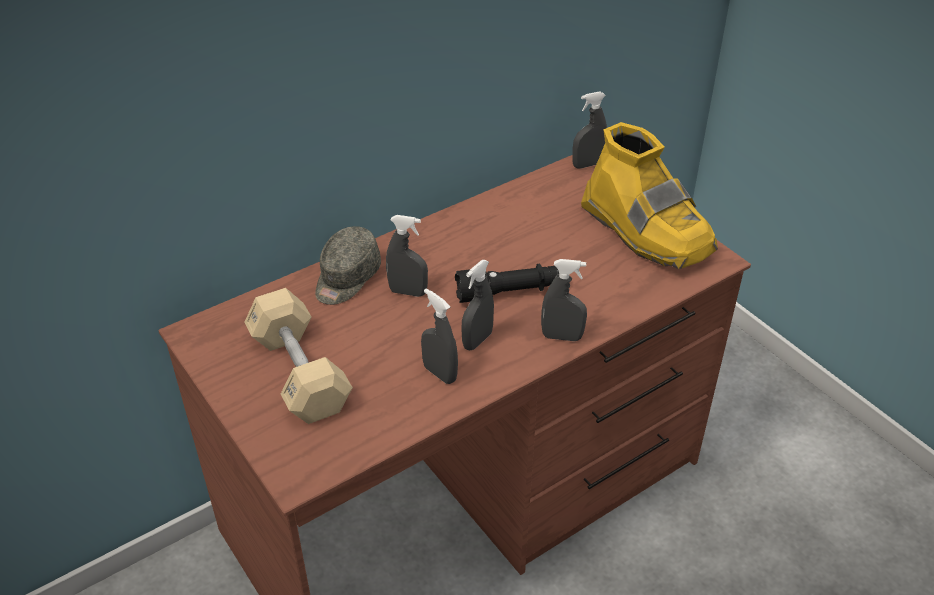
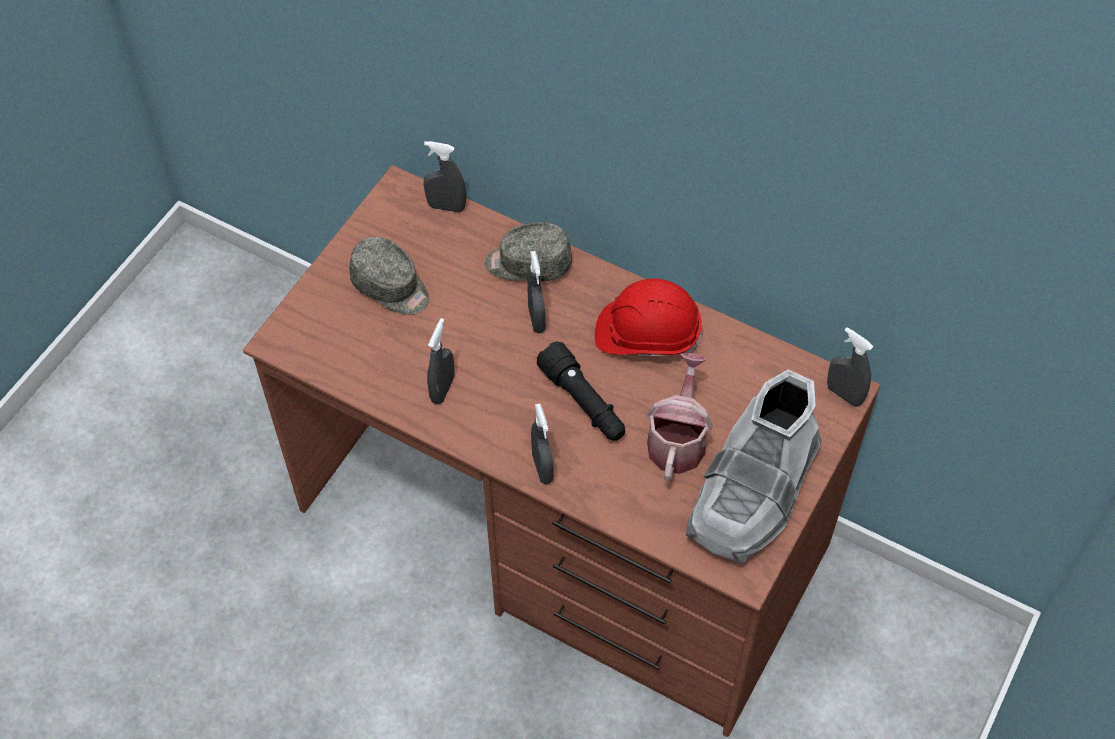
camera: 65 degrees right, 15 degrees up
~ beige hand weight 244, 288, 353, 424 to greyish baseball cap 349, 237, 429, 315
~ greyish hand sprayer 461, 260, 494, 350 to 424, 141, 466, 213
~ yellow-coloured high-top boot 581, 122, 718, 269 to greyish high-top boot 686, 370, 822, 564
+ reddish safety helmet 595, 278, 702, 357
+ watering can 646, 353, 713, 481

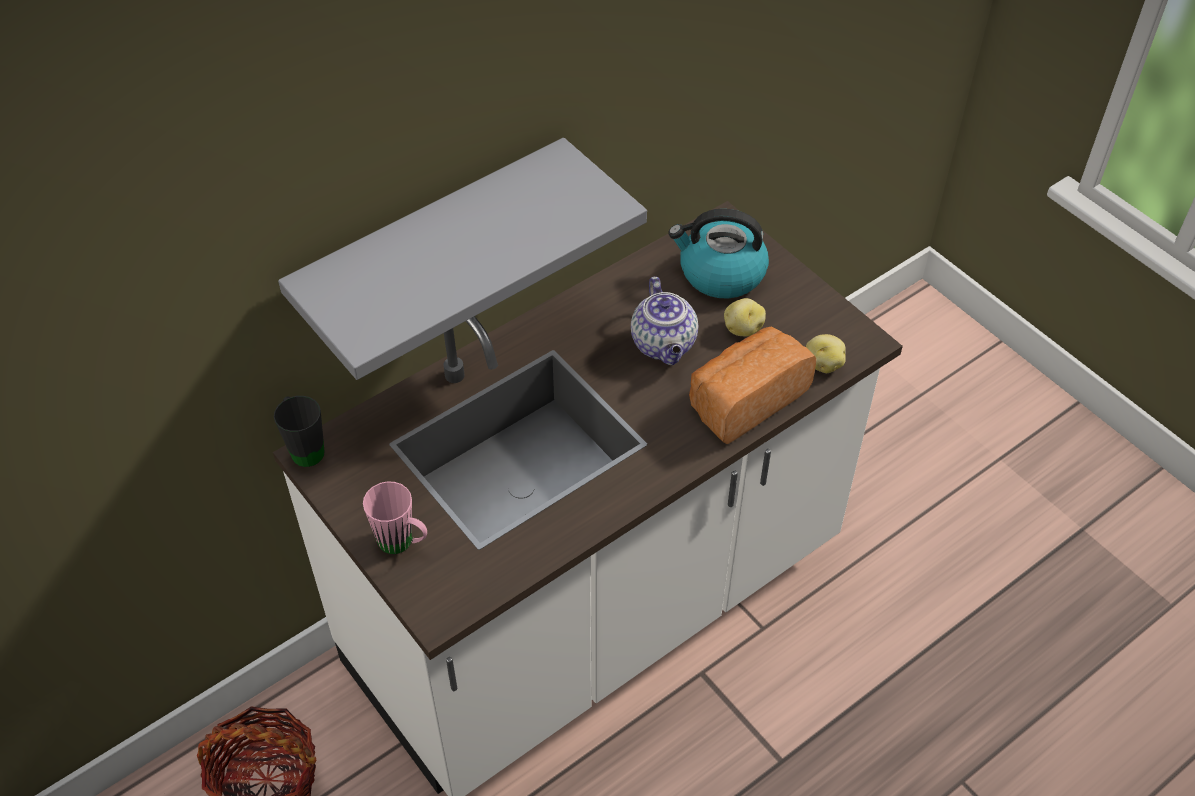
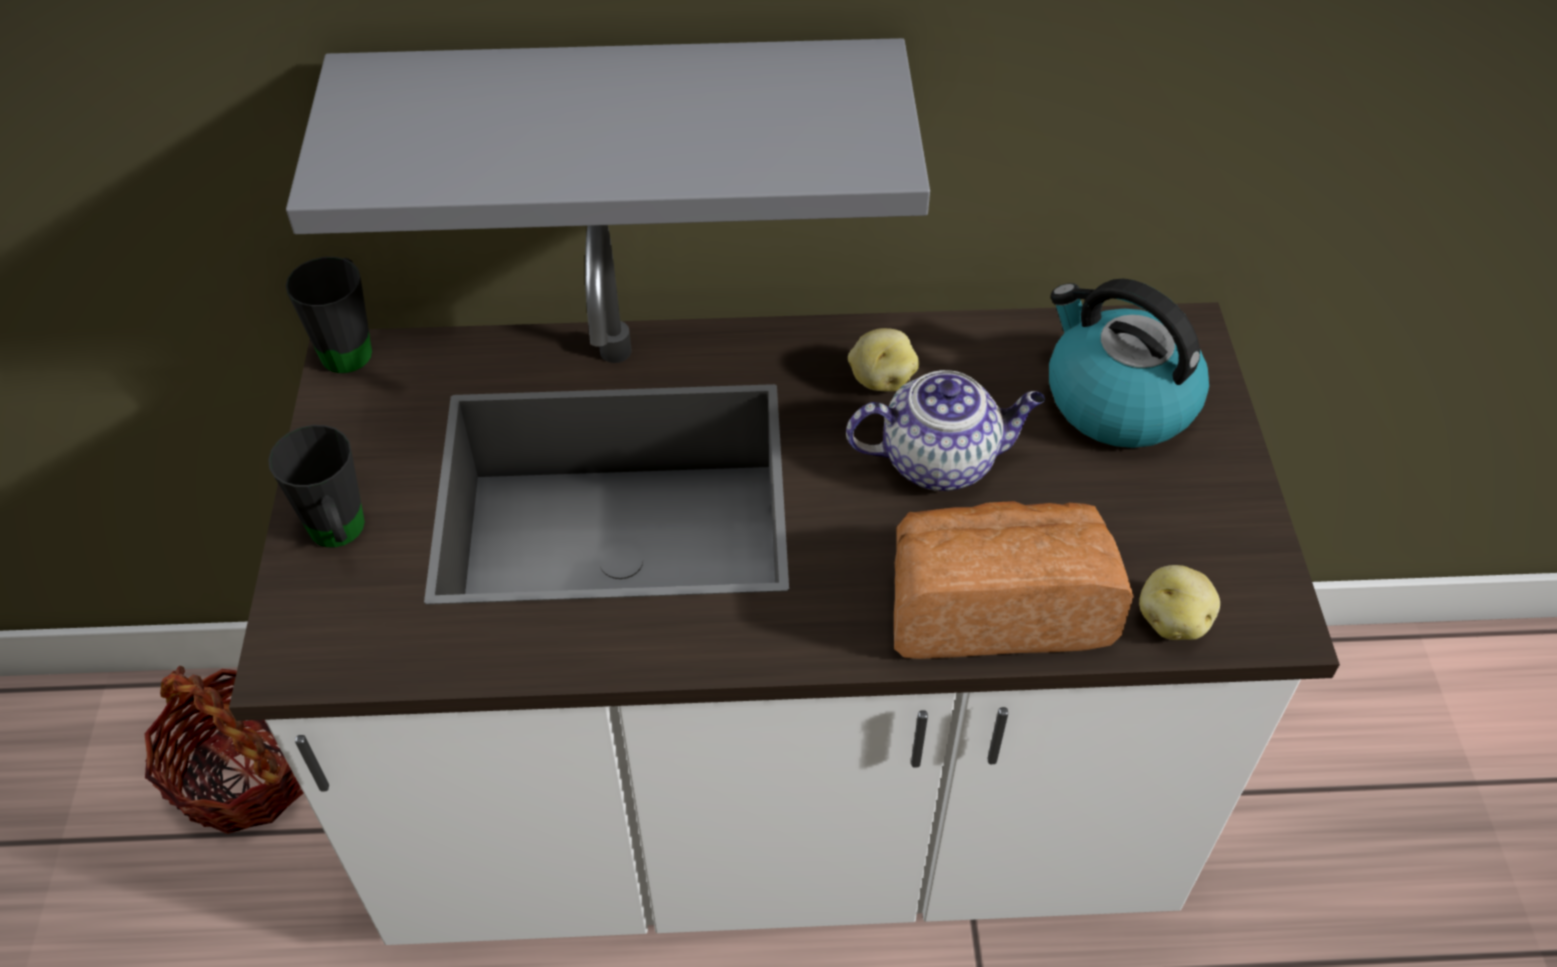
camera: 35 degrees right, 0 degrees up
~ pink coffee mug 363, 482, 427, 554 to black-coloured coffee mug 268, 425, 365, 547
~ pot for tea 631, 277, 698, 365 = 846, 370, 1045, 491 120 degrees counterclockwise
~ potato 724, 298, 766, 336 to 848, 328, 919, 392

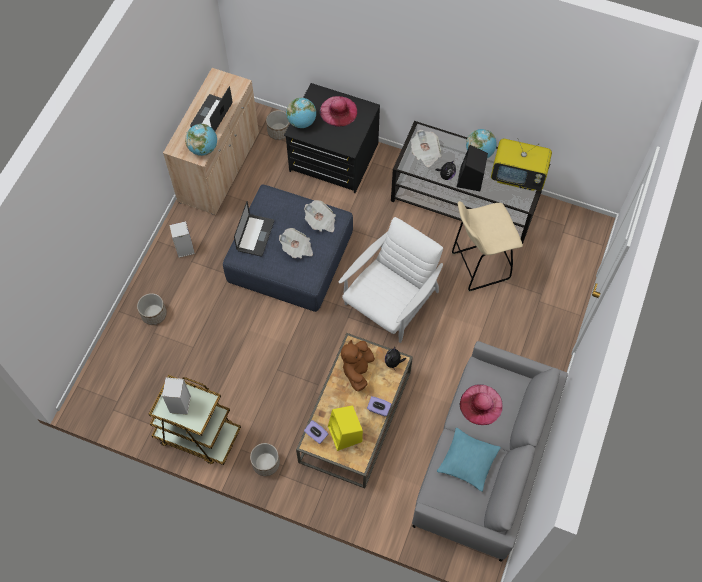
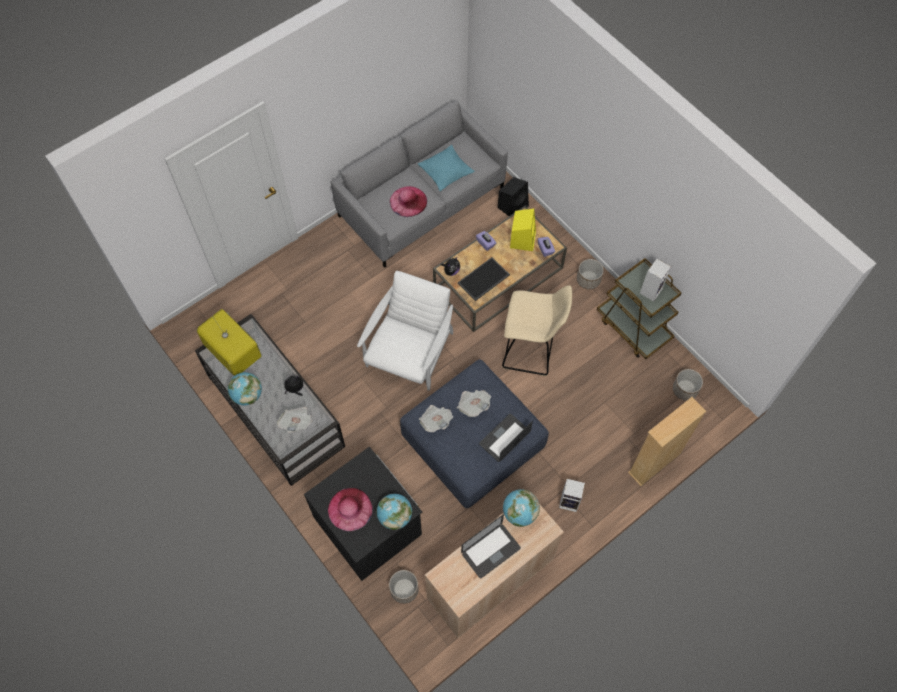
camera: 150 degrees left, 0 degrees up
~ planter 137, 293, 167, 325 to 673, 369, 703, 401
~ white easy chair 339, 217, 443, 343 = 357, 271, 453, 391 135 degrees clockwise
~ brown-coloured cuddly toy 341, 340, 375, 392 to tray 458, 257, 510, 301
~ beige stool seat 452, 201, 523, 292 to 502, 285, 572, 376
~ black-coloured audio speaker 457, 145, 488, 191 to 498, 177, 529, 216
+ beige shelving unit 628, 397, 706, 486

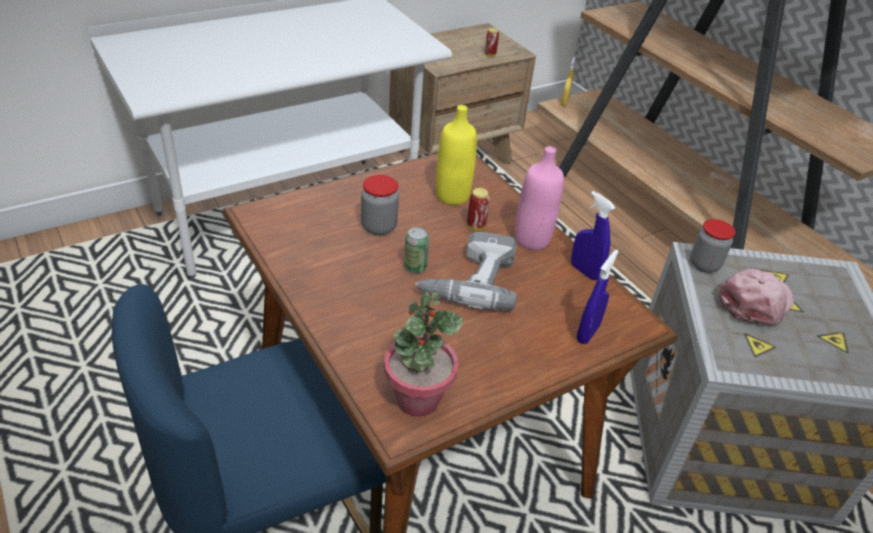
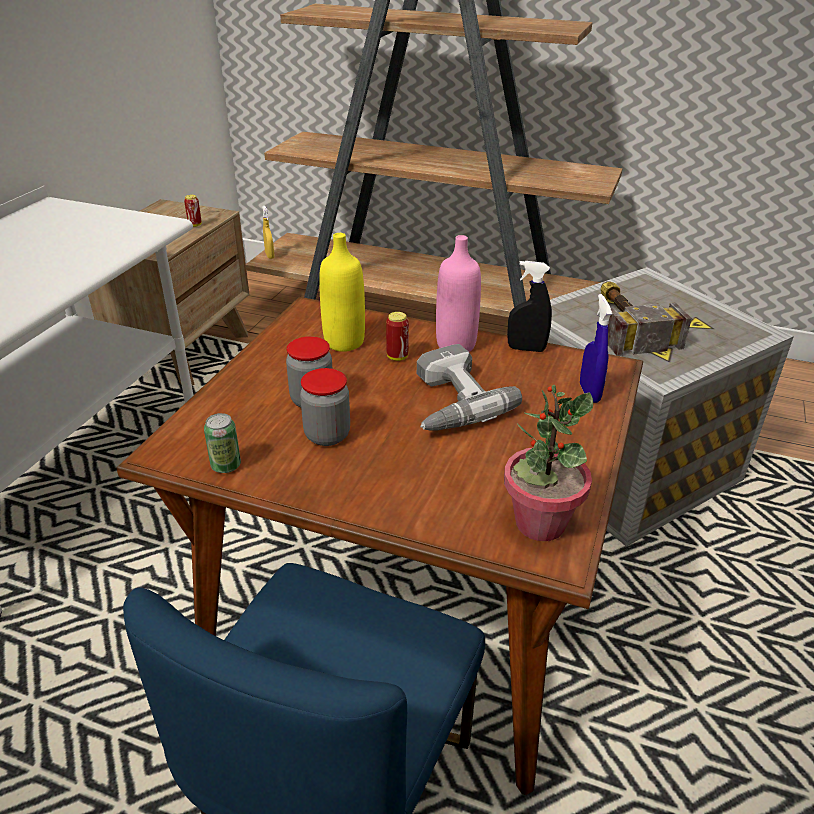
camera: 35 degrees left, 5 degrees down
~ can 404, 227, 429, 273 to 204, 413, 241, 473
~ bluish hand sprayer 571, 191, 615, 281 to black-coloured hand sprayer 507, 261, 552, 352
~ preserve jar 690, 219, 735, 273 to 300, 368, 350, 446
~ pink baseball cap 718, 269, 794, 326 to tool hammer 601, 281, 692, 356

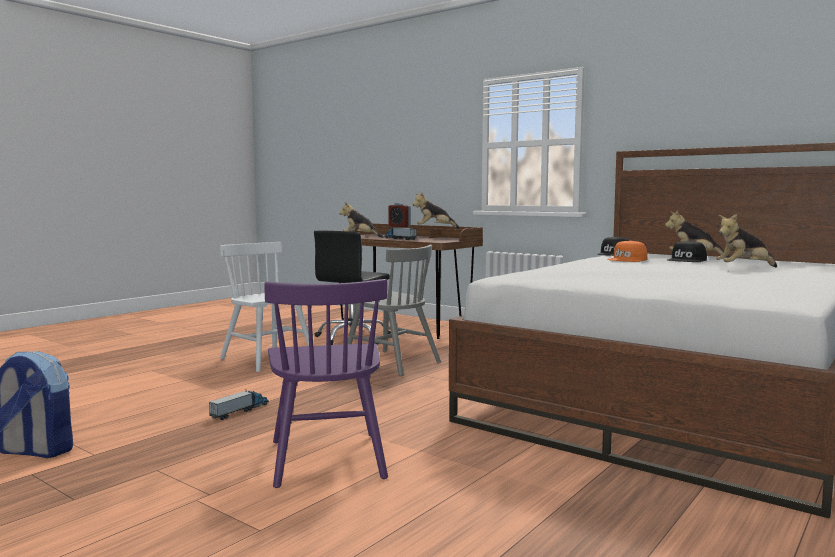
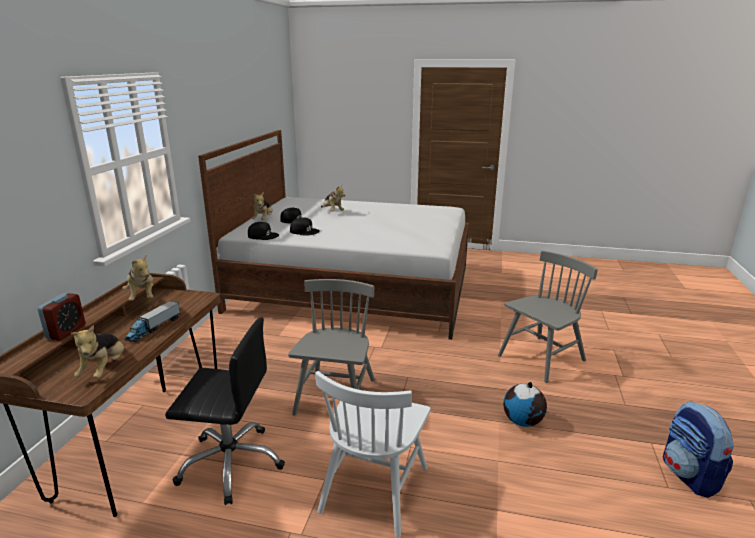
camera: 115 degrees left, 15 degrees up
~ toy truck 209, 389, 269, 420 to world globe 503, 382, 547, 427
~ purplish upright chair 264, 279, 388, 488 to greyish upright chair 498, 251, 598, 383
~ orange-coloured baseball cap 607, 240, 648, 262 to black-coloured baseball cap 290, 217, 320, 236

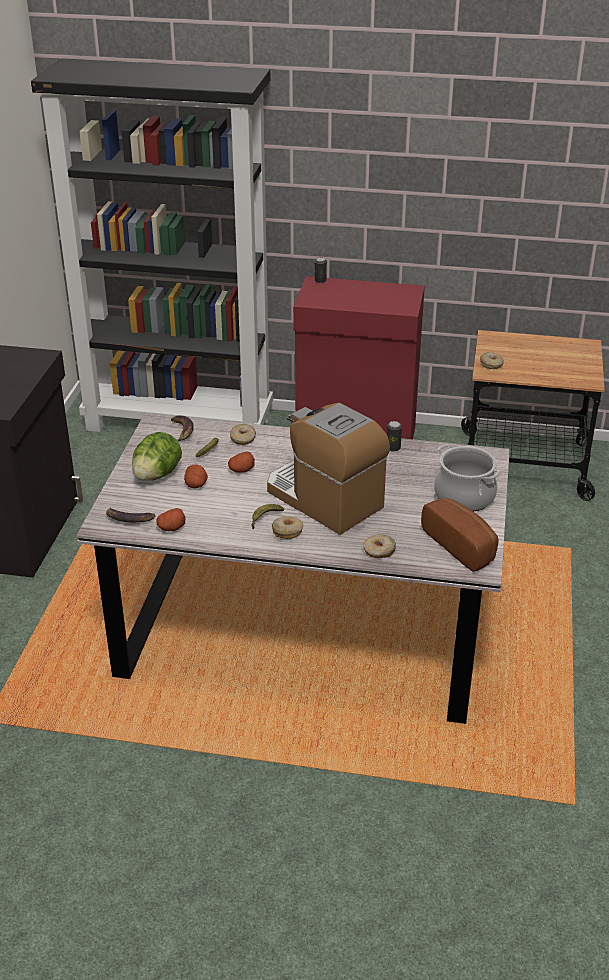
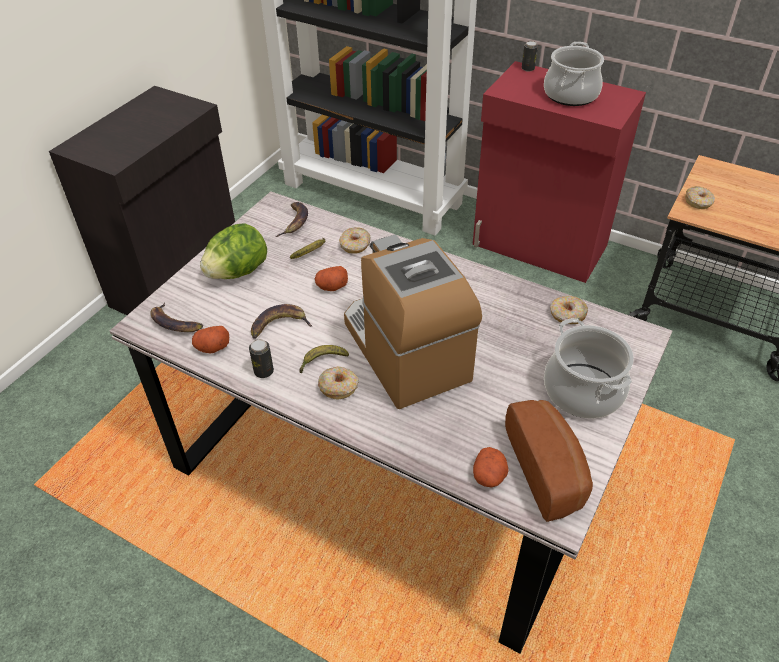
camera: 20 degrees right, 10 degrees up
~ potato 184, 465, 208, 488 to 473, 447, 509, 487
~ ring doughnut 363, 534, 396, 558 to 550, 296, 588, 324
~ can 387, 421, 402, 452 to 249, 339, 274, 378
+ banana 251, 304, 312, 339
+ cooking pot 544, 42, 604, 106

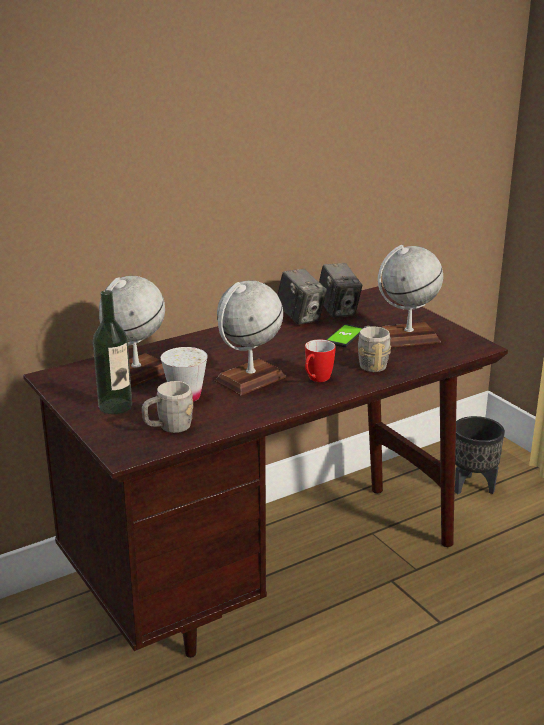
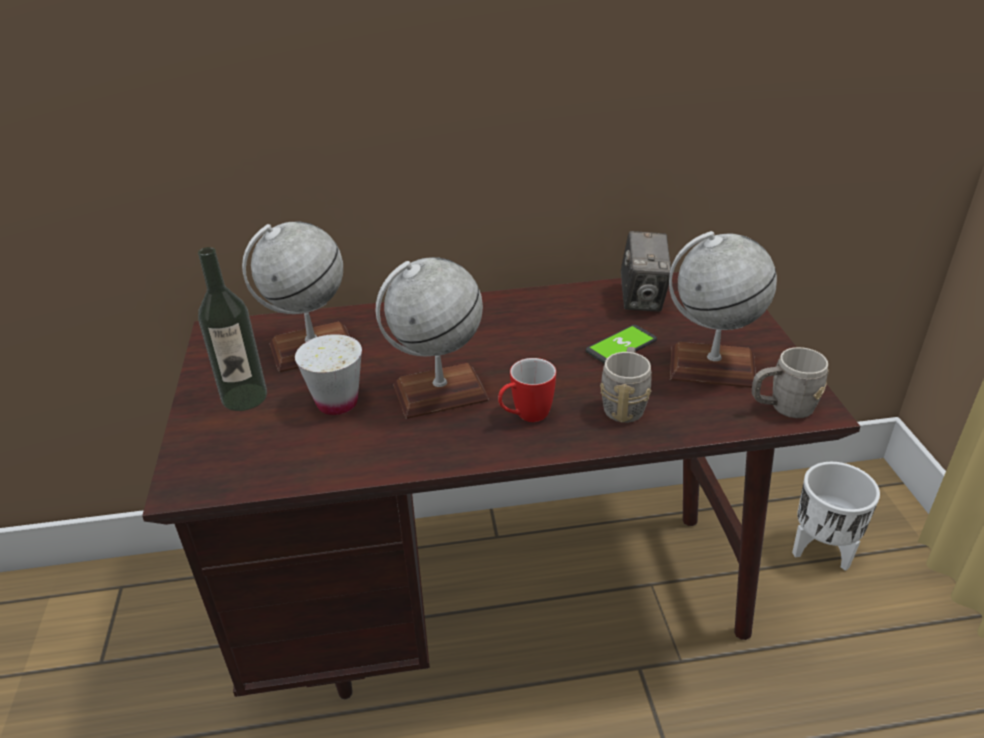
camera: 25 degrees right, 10 degrees up
~ greyish coffee mug 142, 381, 193, 433 to 752, 347, 829, 418
- photo camera 278, 269, 327, 324
~ black-coloured planter 455, 416, 505, 494 to white planter 792, 462, 880, 571

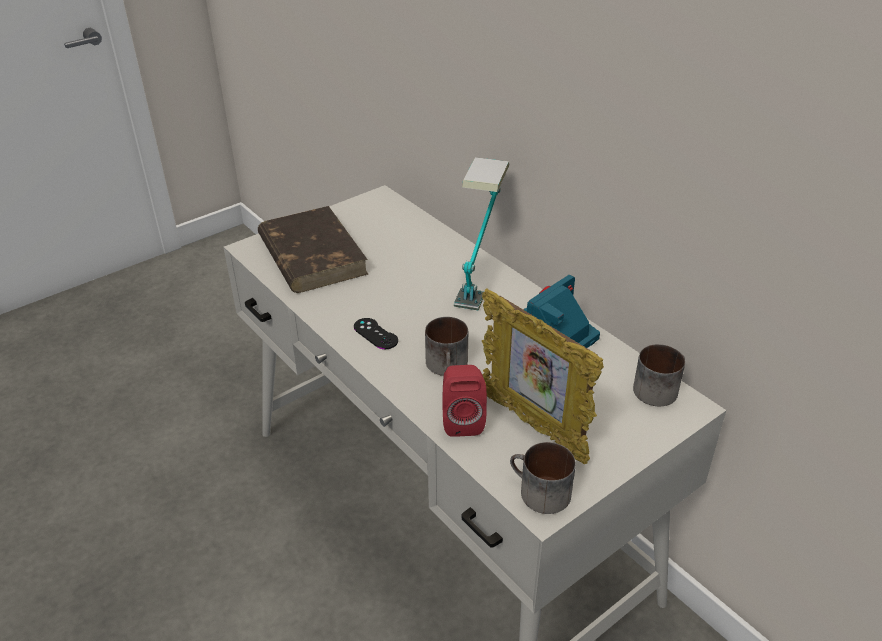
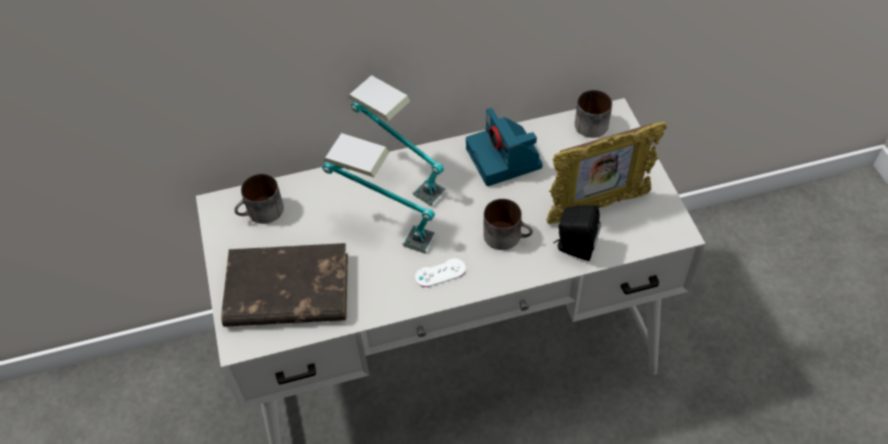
camera: 65 degrees left, 15 degrees up
~ black-coloured game controller 354, 318, 398, 349 to white game controller 415, 258, 466, 287
~ reddish audio speaker 442, 365, 487, 437 to black-coloured audio speaker 553, 205, 601, 261
~ coffee mug 510, 442, 576, 514 to 234, 174, 284, 224
+ table lamp 322, 133, 436, 254

